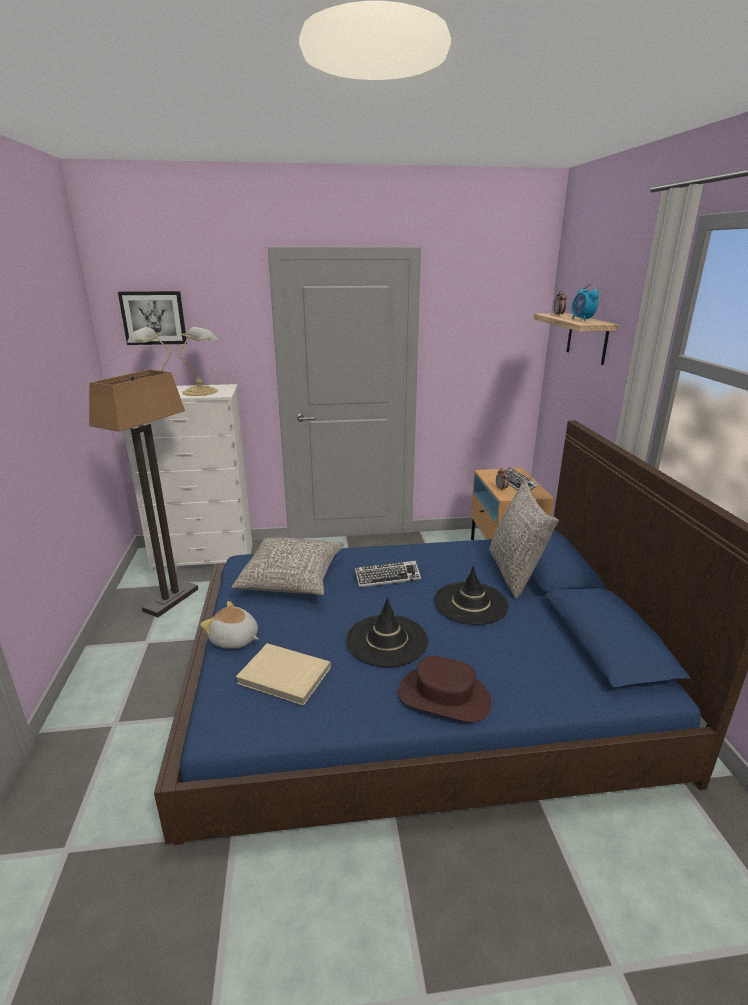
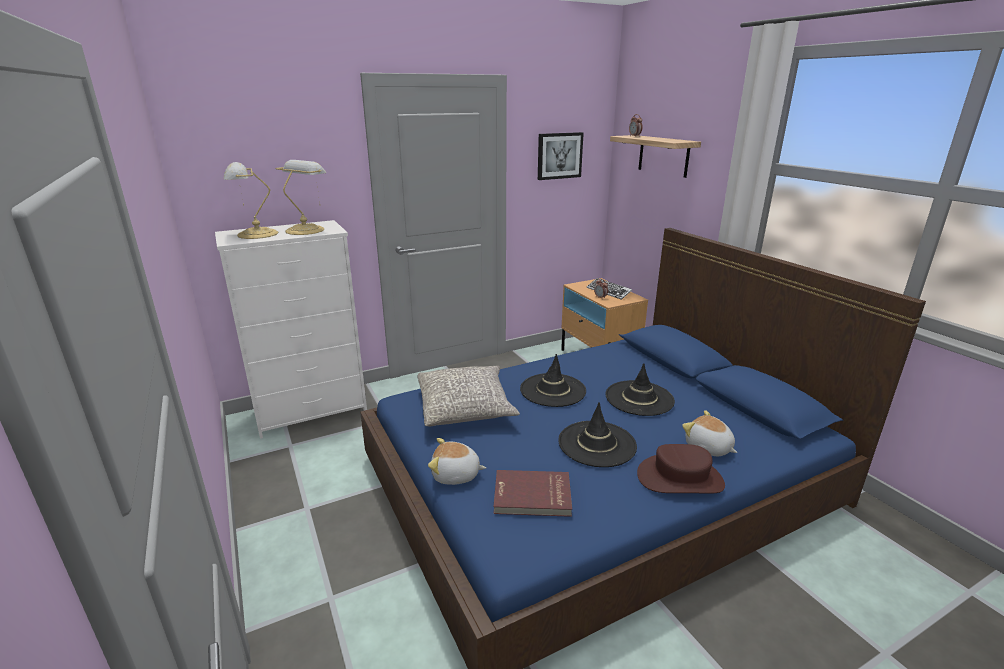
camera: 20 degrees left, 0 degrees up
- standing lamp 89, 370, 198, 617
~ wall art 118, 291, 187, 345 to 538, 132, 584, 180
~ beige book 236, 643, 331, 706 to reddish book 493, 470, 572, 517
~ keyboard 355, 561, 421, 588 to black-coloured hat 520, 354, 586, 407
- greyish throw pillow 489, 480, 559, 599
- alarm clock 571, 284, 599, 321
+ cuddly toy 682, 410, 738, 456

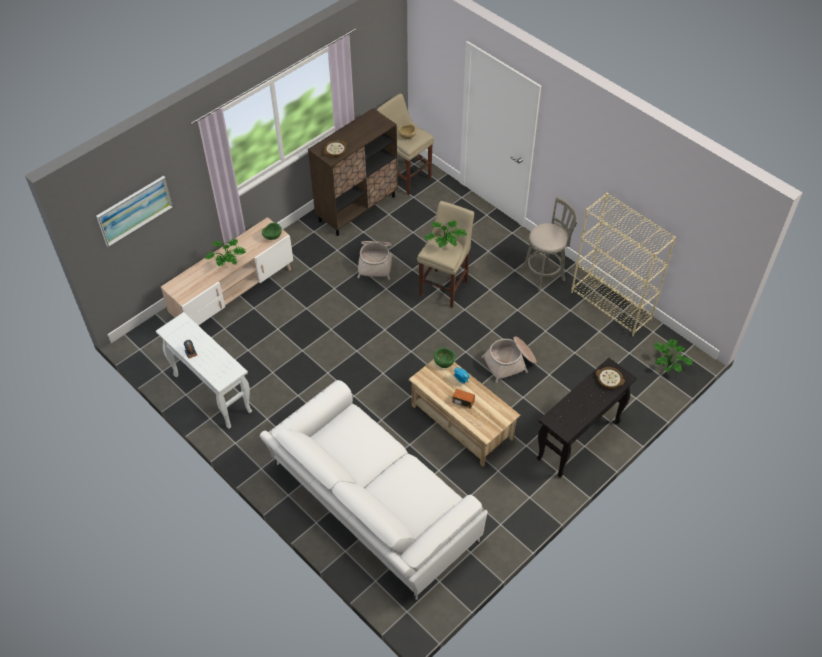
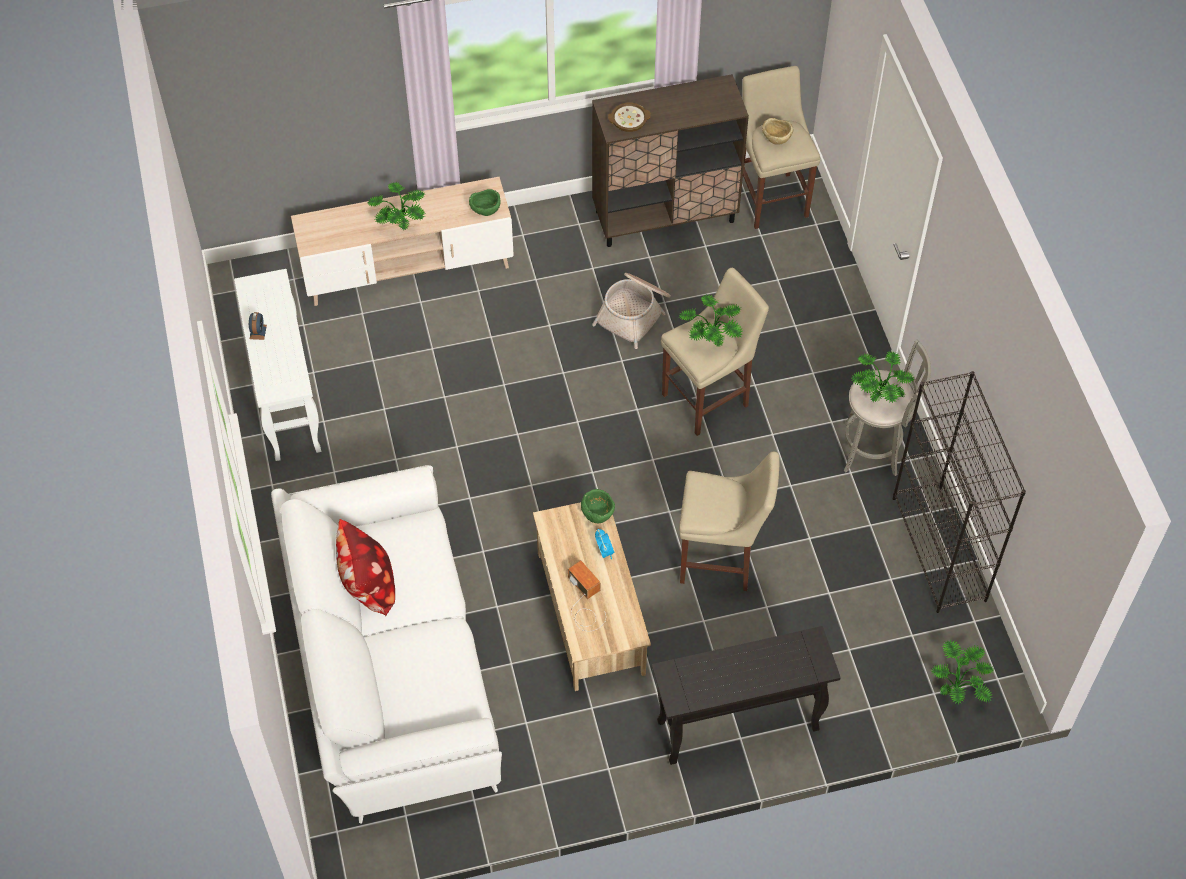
camera: 30 degrees right, 5 degrees up
- wall art 96, 176, 173, 247
~ basket 481, 336, 536, 383 to beige stool seat 679, 451, 780, 591
~ beige shelving unit 571, 193, 676, 336 to black-coloured shelving unit 893, 371, 1026, 613
- bowl 596, 367, 625, 389
+ throw pillow 336, 519, 395, 616
+ plant in a pot 851, 351, 914, 403

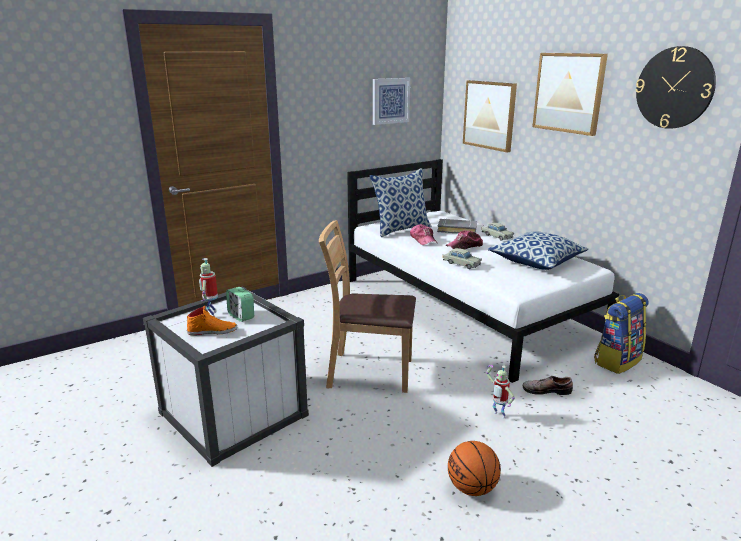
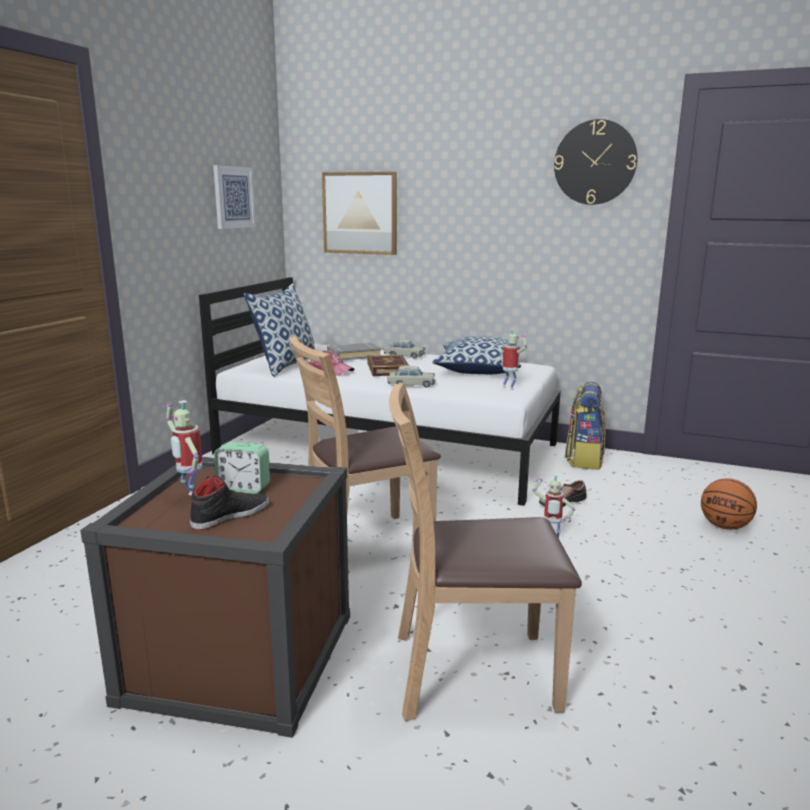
camera: 35 degrees left, 5 degrees down
~ white storage bin 143, 286, 309, 467 to brown-coloured storage bin 80, 457, 350, 738
~ orange-coloured item of footwear 187, 306, 238, 335 to black-coloured item of footwear 190, 475, 269, 530
~ baseball cap 446, 231, 483, 250 to book 368, 355, 409, 376
~ basketball 448, 441, 501, 496 to 701, 478, 757, 530
- wall art 532, 53, 608, 136
+ brown-coloured upright chair 389, 382, 582, 721
+ model robot 500, 329, 527, 390

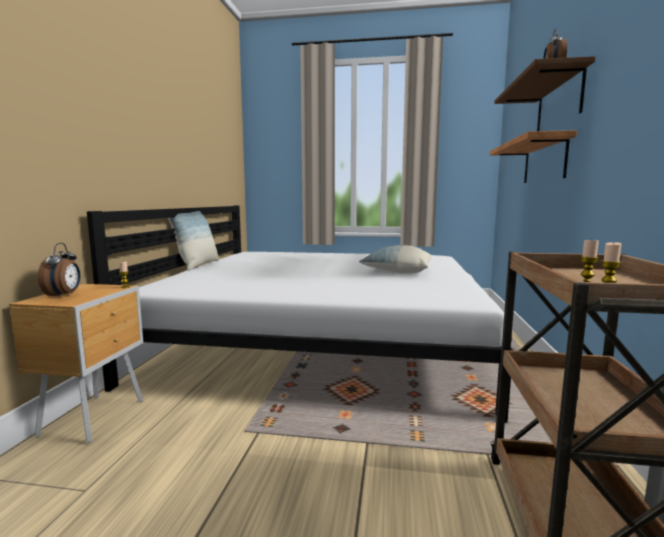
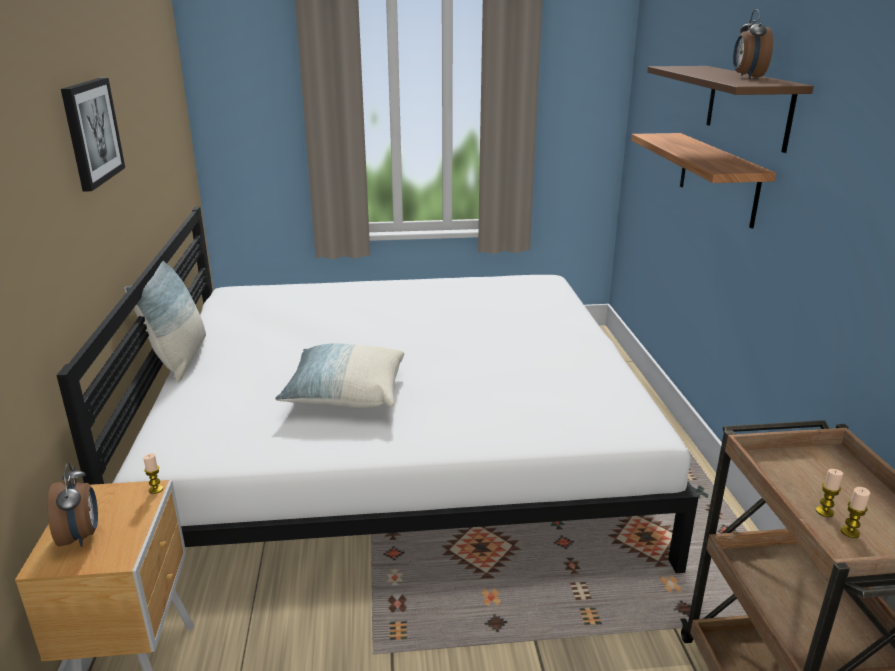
camera: 15 degrees left, 15 degrees up
~ throw pillow 359, 245, 432, 273 to 275, 343, 404, 409
+ wall art 61, 78, 125, 191

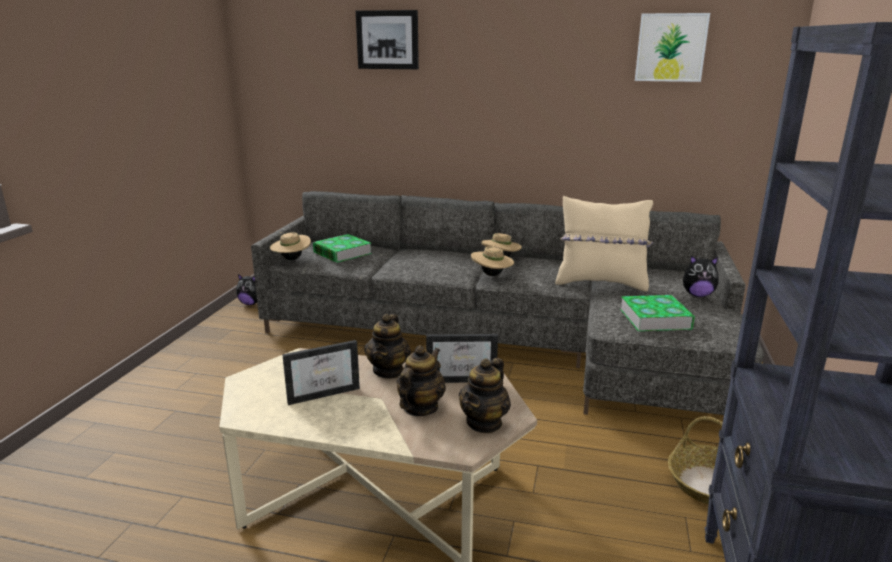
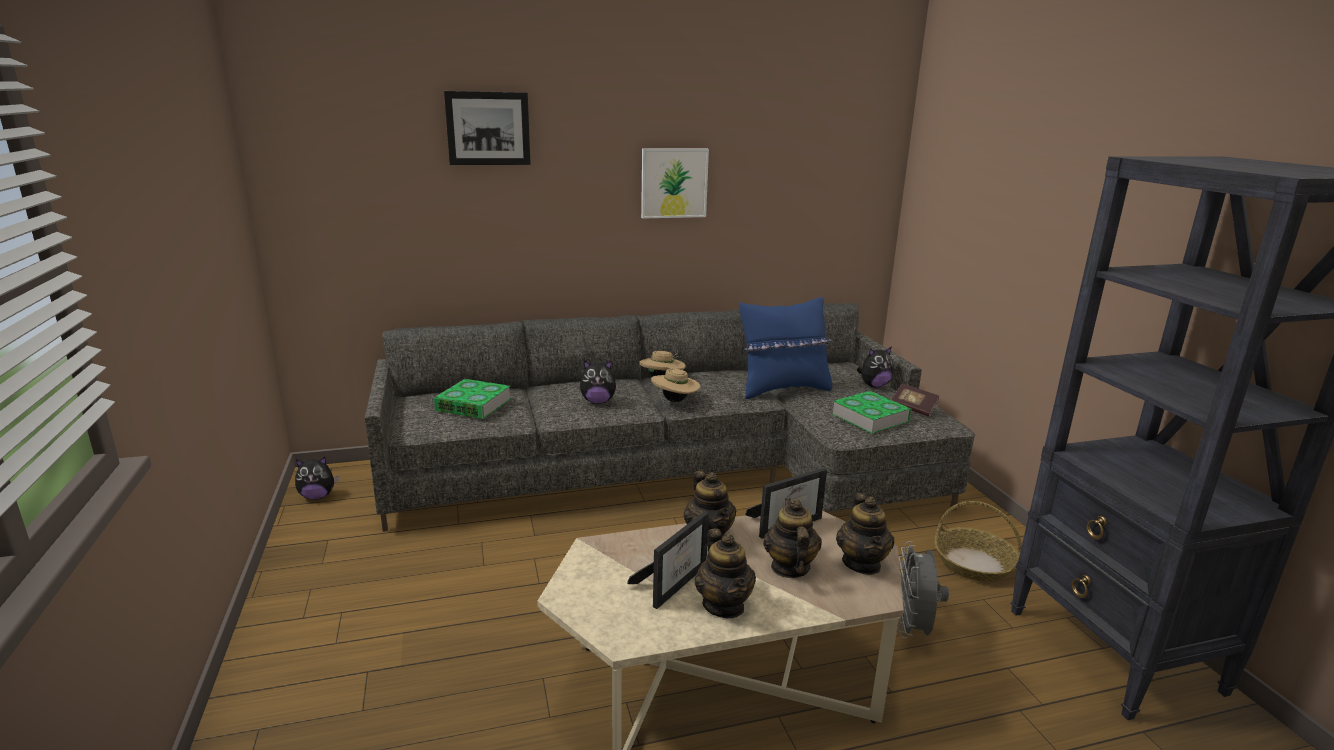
camera: 30 degrees left, 0 degrees up
- beige hat 270, 232, 311, 260
~ beige throw pillow 555, 196, 654, 292 to bluish throw pillow 739, 297, 832, 399
~ wall art 635, 13, 710, 82 to 641, 148, 709, 219
+ cuddly toy 580, 361, 619, 404
+ pot for tea 695, 528, 756, 618
+ book 891, 384, 940, 416
+ greyish cooling fan 898, 541, 949, 639

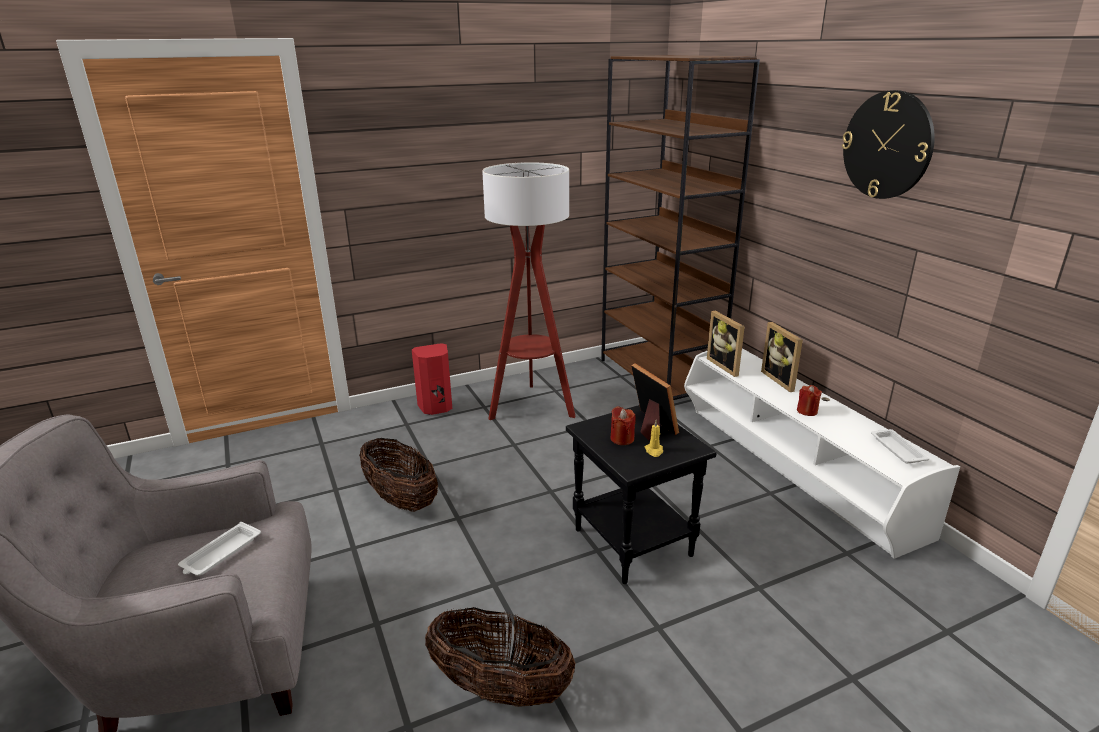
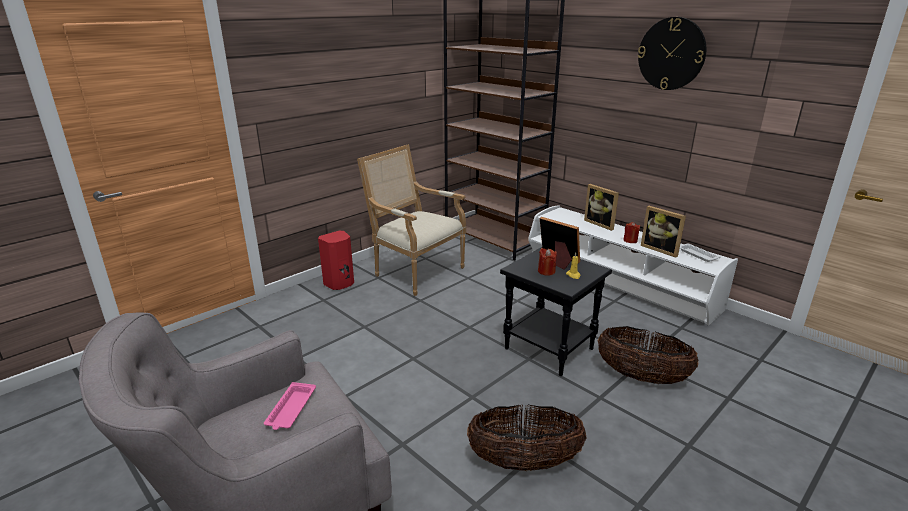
camera: 20 degrees left, 0 degrees up
~ white tray 178, 522, 261, 576 to pink tray 264, 382, 316, 430
~ basket 359, 438, 438, 512 to 597, 326, 698, 384
~ standing lamp 482, 162, 576, 420 to easy chair 357, 144, 466, 296
~ picture frame 707, 311, 745, 377 to 641, 206, 686, 258

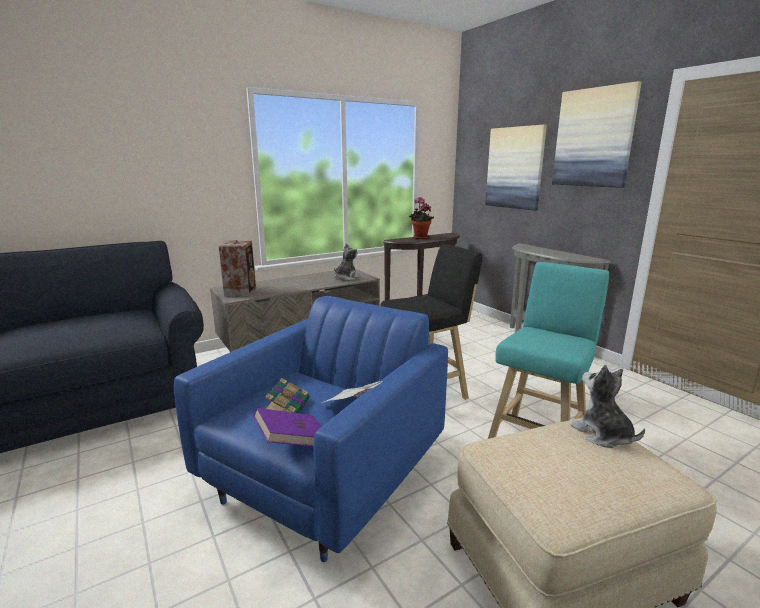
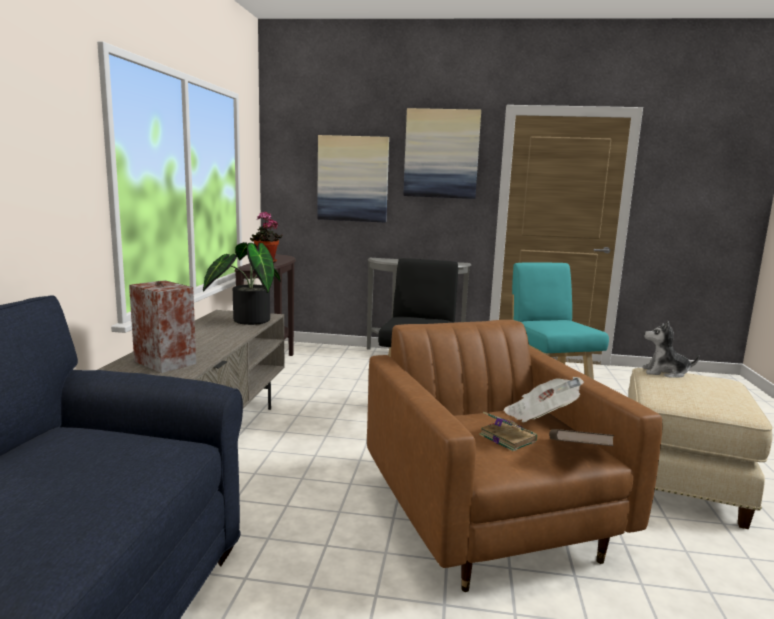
camera: 50 degrees left, 5 degrees down
~ bluish easy chair 174, 296, 448, 562 to brown-coloured easy chair 367, 320, 662, 592
~ purplish book 254, 408, 322, 446 to brown-coloured book 549, 429, 614, 446
~ cuddly toy 334, 243, 360, 281 to plant in a pot 203, 242, 281, 325

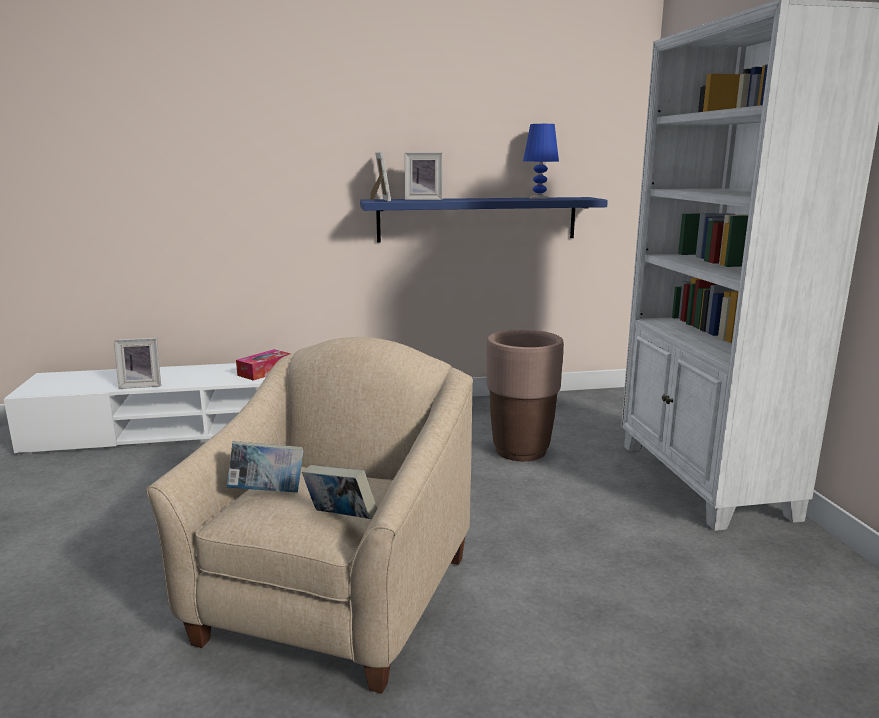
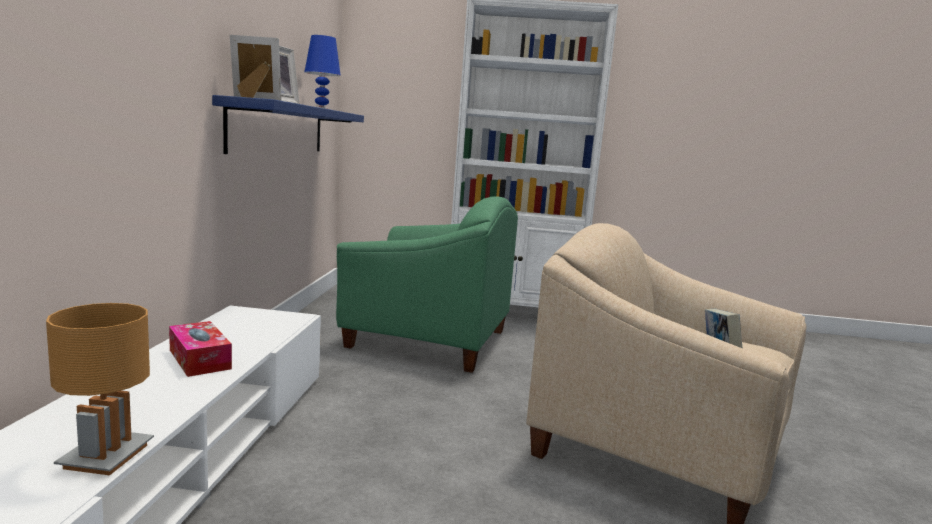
camera: 75 degrees left, 5 degrees down
~ picture frame 114, 338, 161, 389 to brown-coloured table lamp 46, 303, 154, 475
- book 302, 465, 377, 519
~ brown-coloured planter 487, 329, 564, 461 to greenish easy chair 336, 196, 518, 373

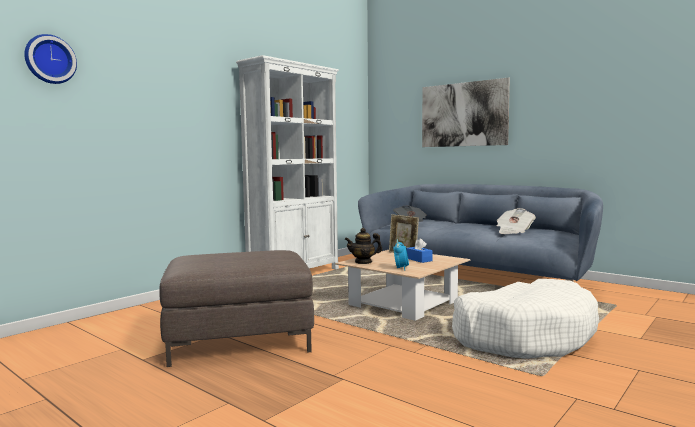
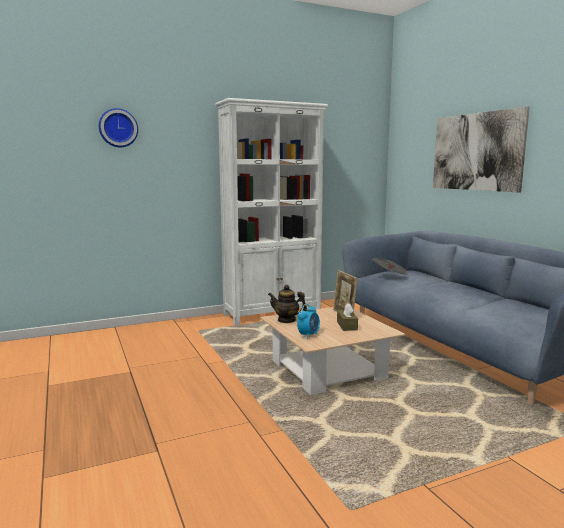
camera: 25 degrees right, 5 degrees up
~ wall clock 24, 34, 77, 84 to 99, 108, 138, 147
- brown-coloured ottoman 159, 250, 314, 367
~ bluish tissue box 406, 238, 433, 263 to brown-coloured tissue box 337, 303, 358, 331
- white dog cushion 452, 279, 599, 359
- newspaper 497, 208, 536, 234

